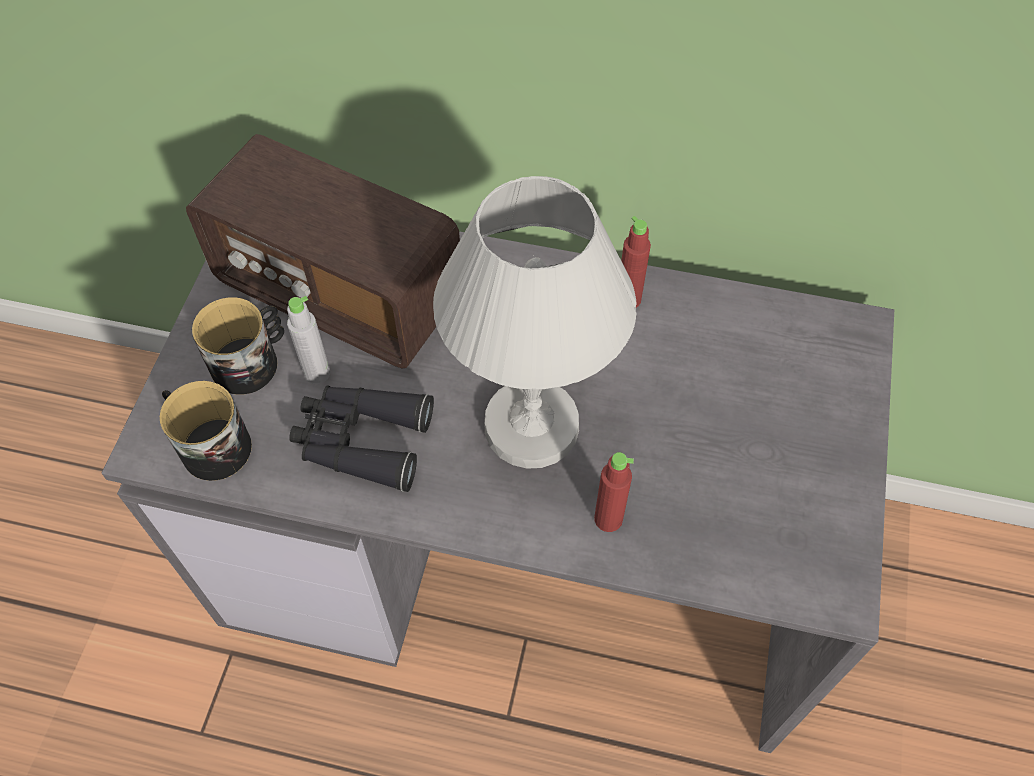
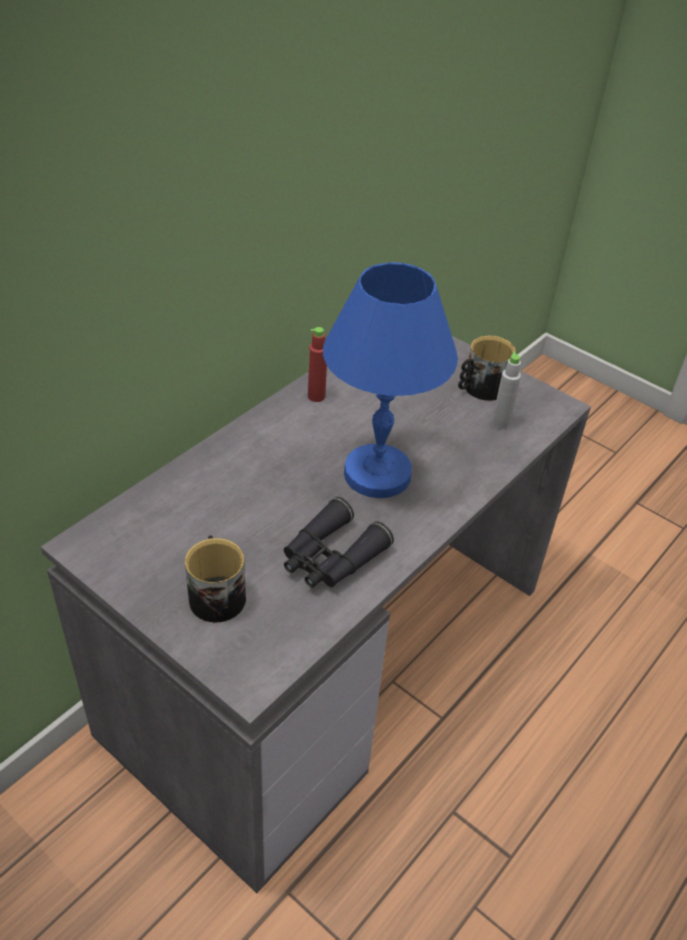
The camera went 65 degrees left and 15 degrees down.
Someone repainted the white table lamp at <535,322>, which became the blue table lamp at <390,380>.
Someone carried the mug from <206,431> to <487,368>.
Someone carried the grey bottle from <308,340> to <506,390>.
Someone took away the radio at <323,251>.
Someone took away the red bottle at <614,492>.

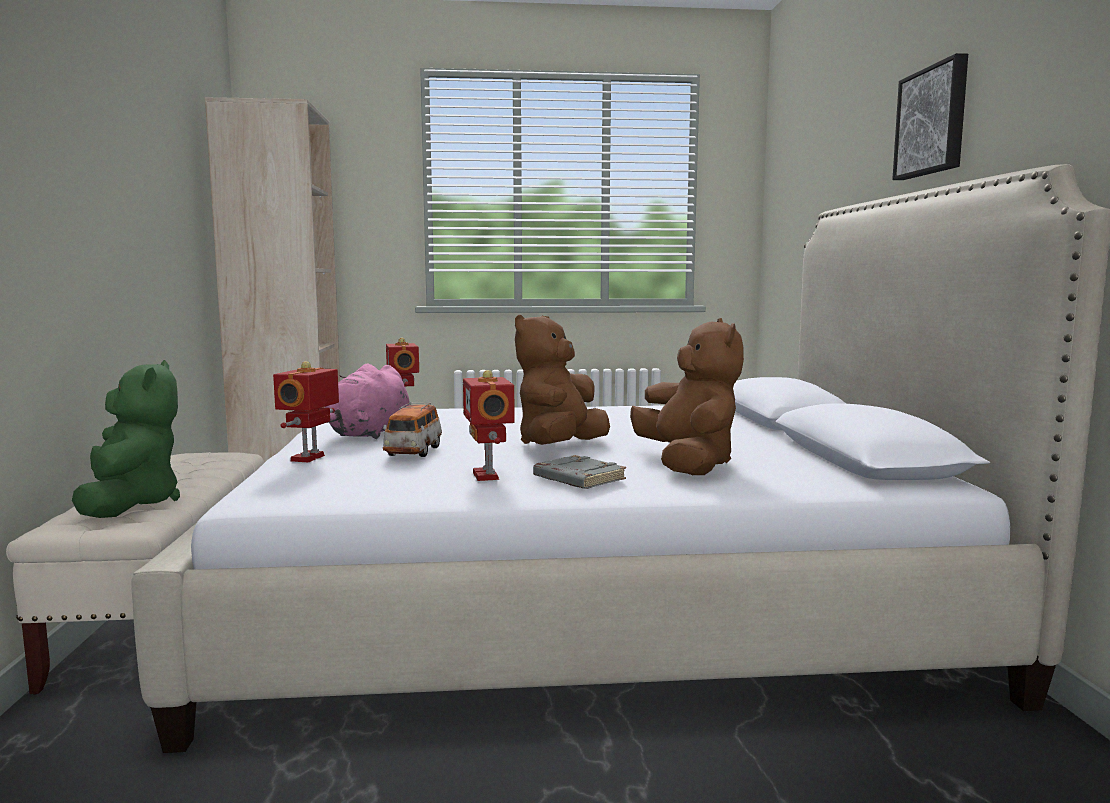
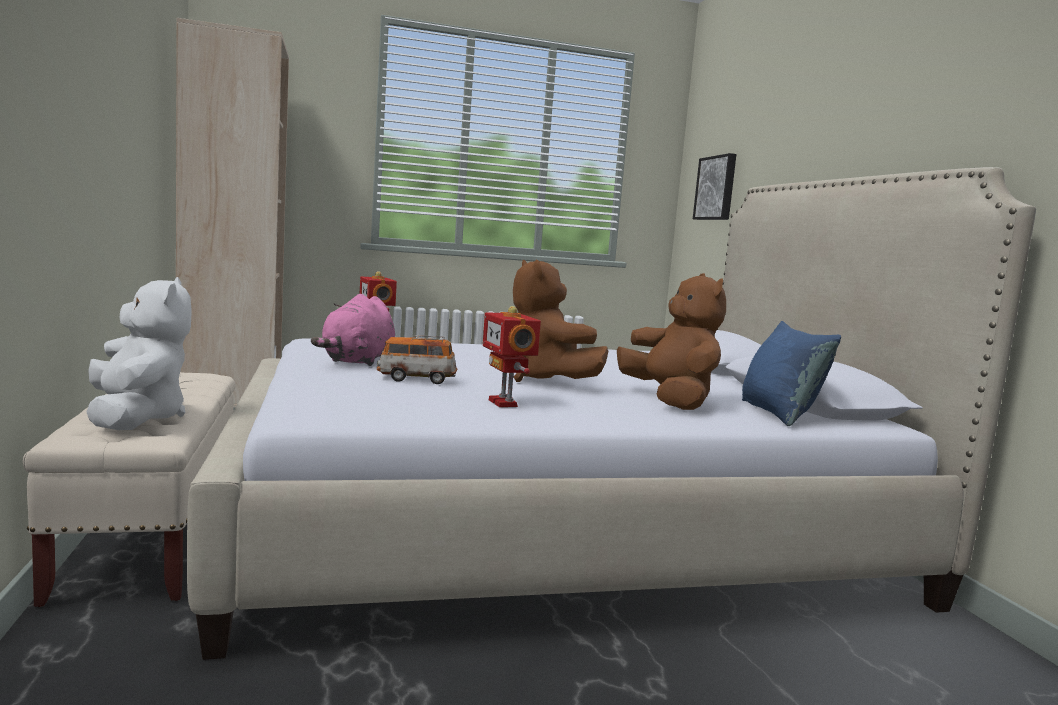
The camera went 10 degrees left and 0 degrees up.
Someone repainted the green plush toy at <126,439>, which became the white plush toy at <139,353>.
Someone rotated the toy car at <412,429> by 90 degrees clockwise.
Someone rotated the brown plush toy at <562,379> by 45 degrees counterclockwise.
Someone carried the picture from <930,116> to <714,186>.
Someone put down the blue pillow at <791,373>.
Someone took away the toy robot at <306,412>.
Someone took away the grey book at <579,472>.

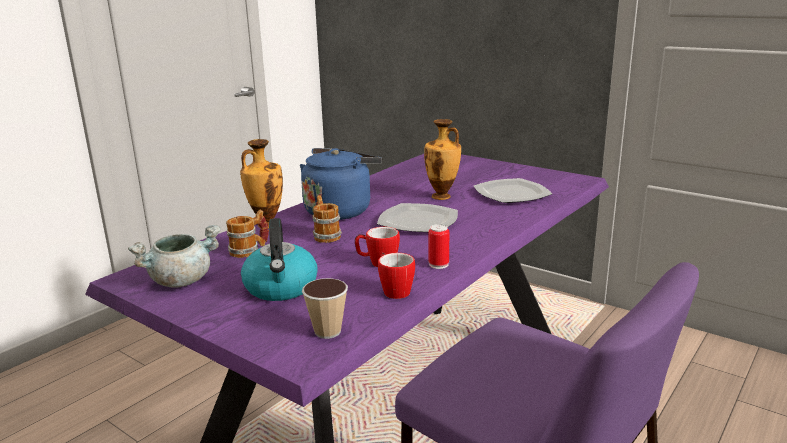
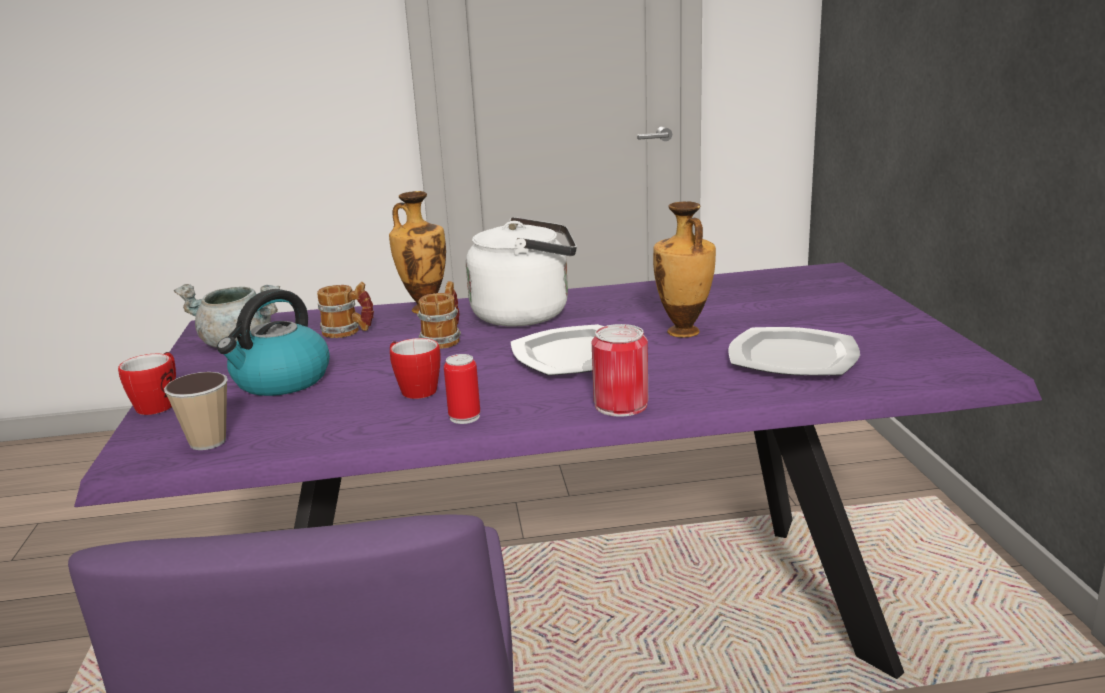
The camera went 45 degrees right and 0 degrees up.
Someone carried the mug from <396,276> to <147,383>.
Someone repainted the blue kettle at <341,184>, which became the white kettle at <521,271>.
Someone put down the can at <620,370>.

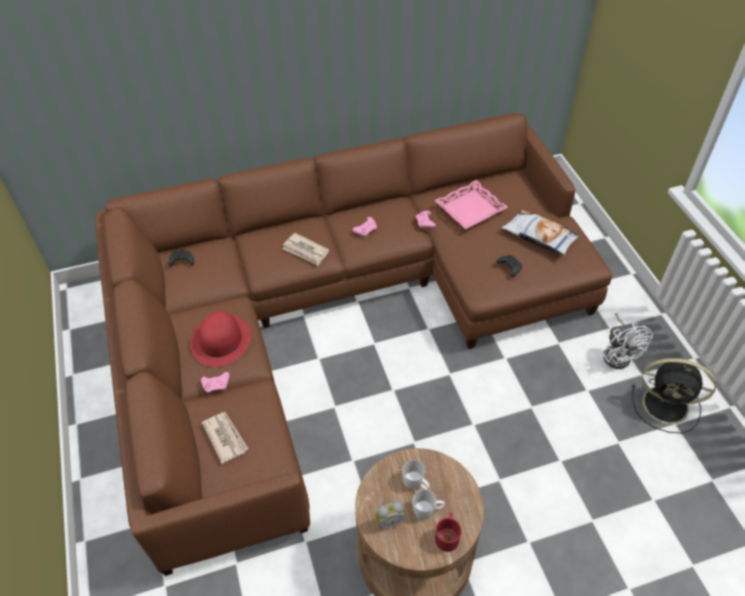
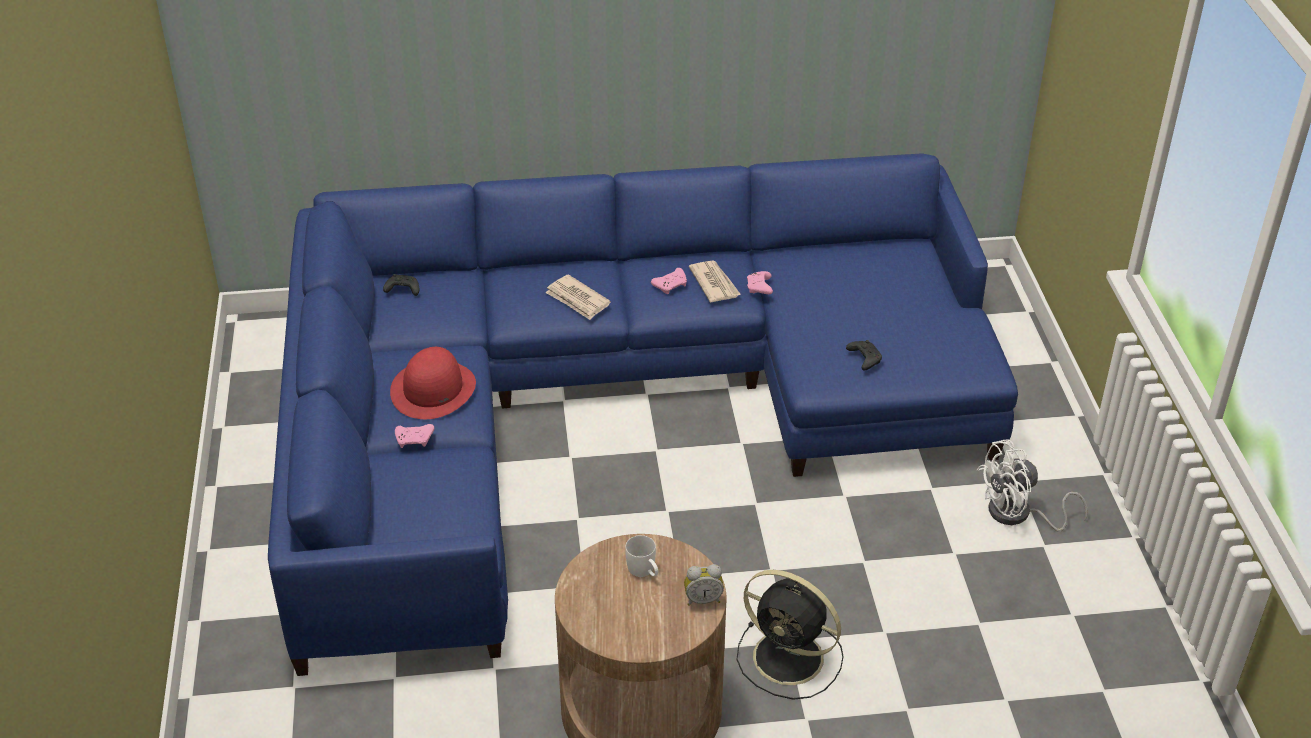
The camera went 10 degrees right and 10 degrees down.
Someone repainted the brown sofa at <353,344>, which became the blue sofa at <643,414>.
Someone carried the alarm clock from <390,515> to <704,585>.
Someone carried the newspaper from <225,438> to <715,281>.
Someone carried the black fan from <674,395> to <790,635>.
Someone rotated the white fan at <627,341> by 75 degrees clockwise.
Someone took away the white mug at <428,504>.
Someone took away the pink tray at <471,204>.
Someone took away the red mug at <448,532>.
Someone took away the pillow at <541,232>.

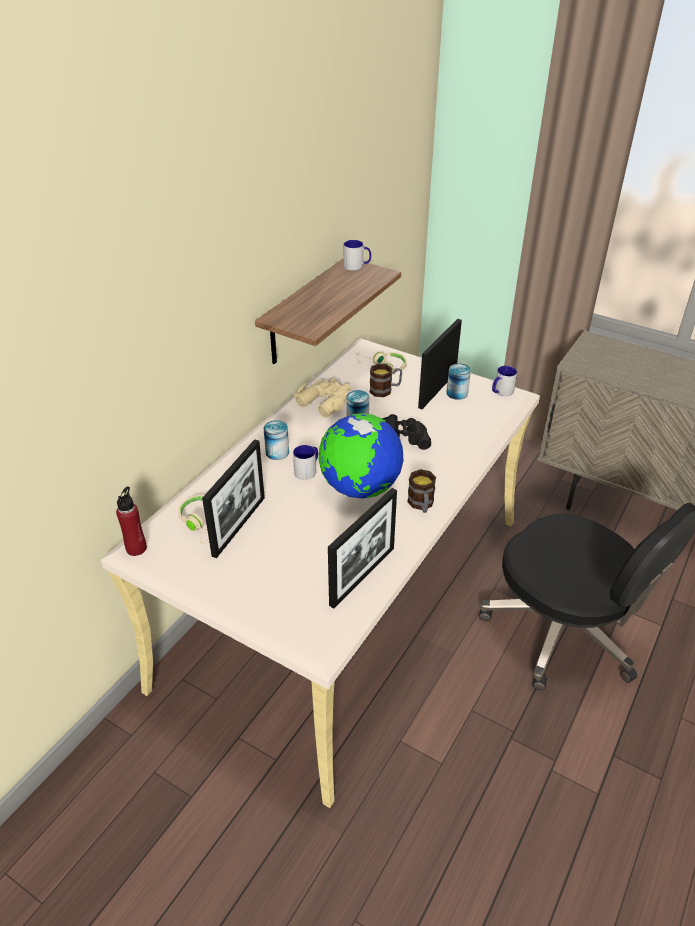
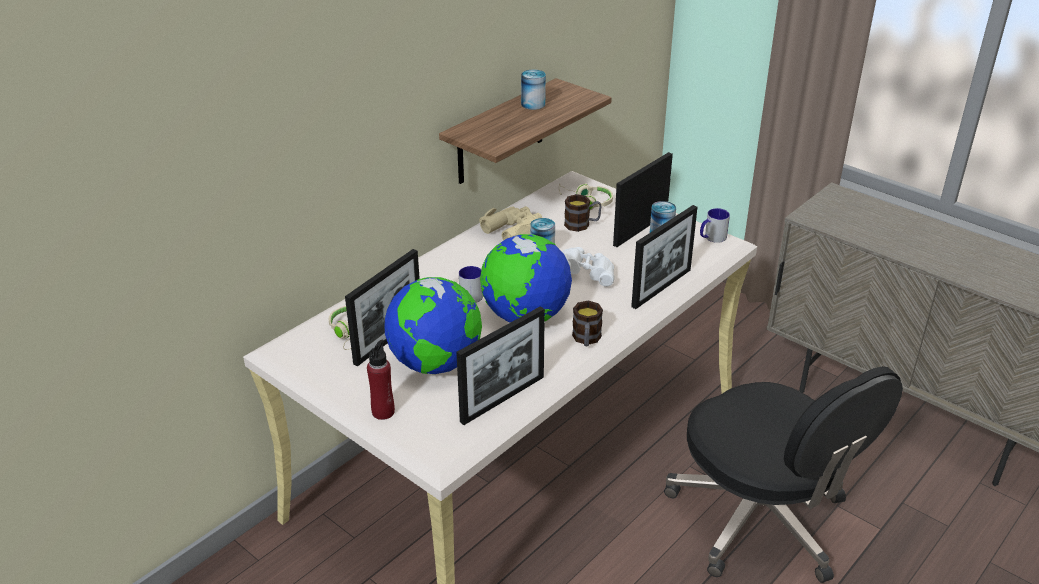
The camera went 10 degrees right and 5 degrees down.
Someone carried the red bottle from <131,521> to <381,380>.
Someone put down the globe at <433,325>.
Someone carried the can from <276,440> to <533,90>.
Someone repainted the black binoculars at <406,432>, which became the white binoculars at <588,267>.
Someone put down the picture frame at <664,257>.
Someone took away the mug at <357,255>.

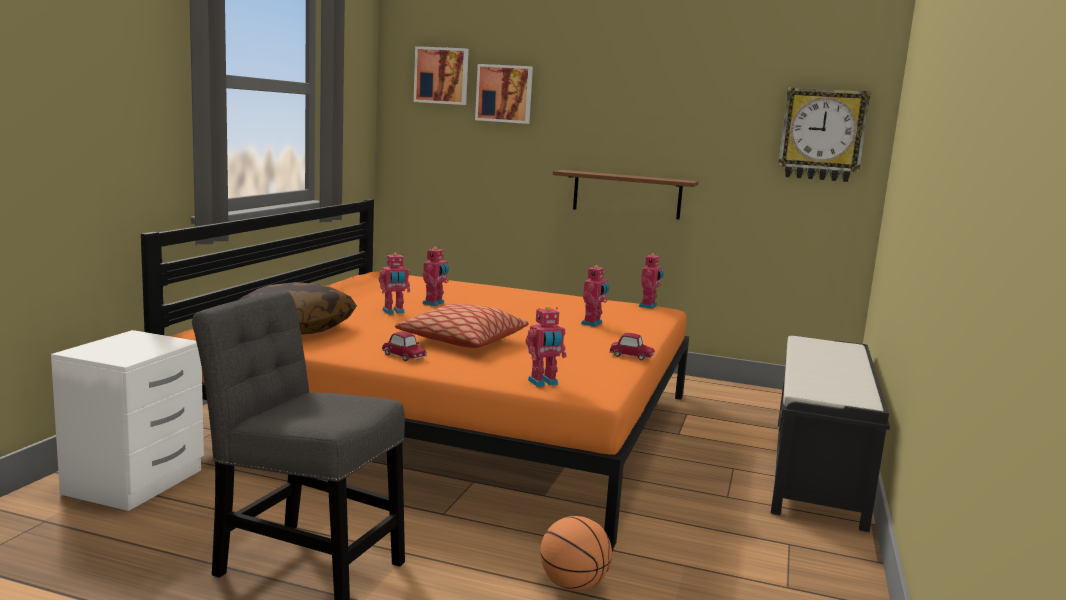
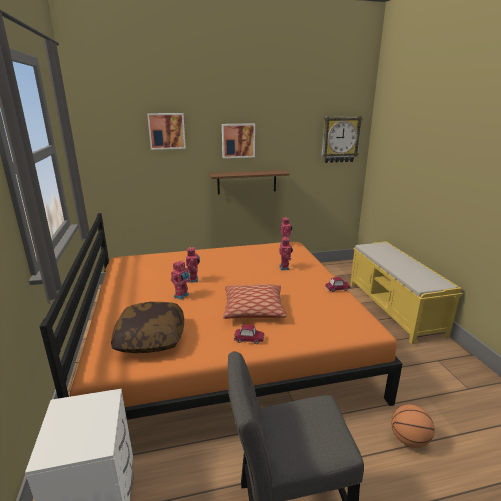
The camera went 30 degrees left and 10 degrees up.
Someone carried the picture from <441,75> to <238,140>.
Someone repainted the black bench at <830,434>, which became the yellow bench at <406,292>.
Someone took away the toy robot at <546,346>.

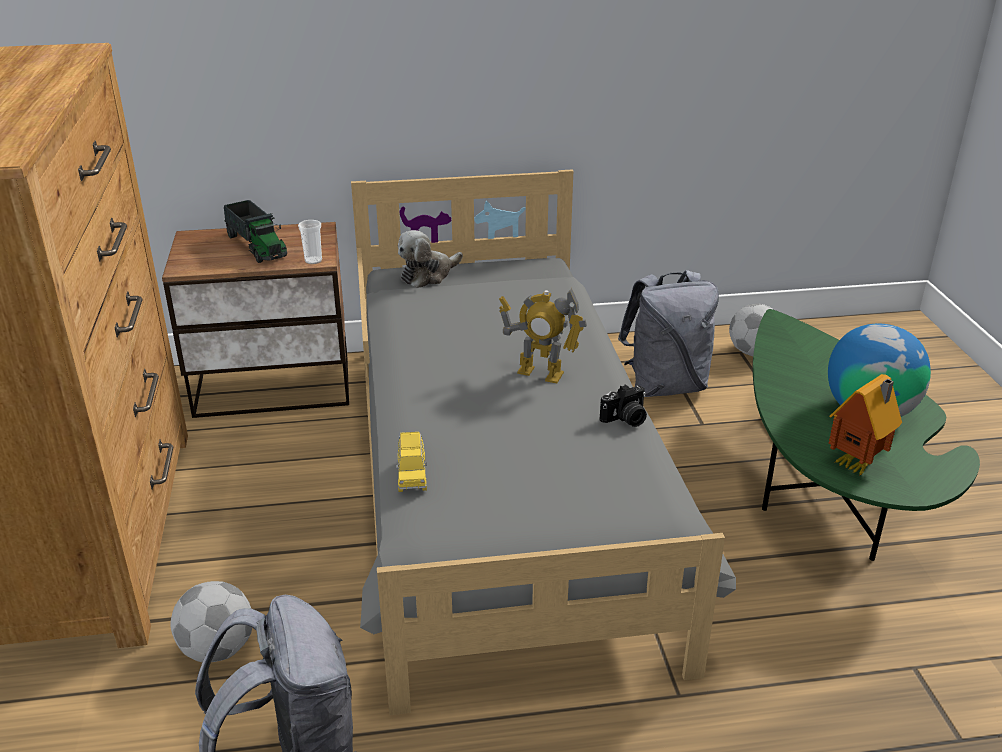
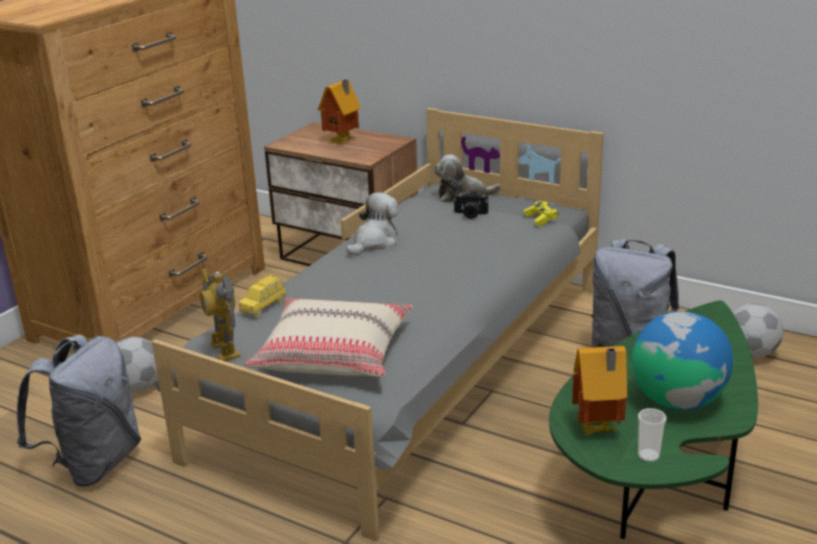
The camera went 40 degrees right and 5 degrees down.
Someone carried the toy robot from <543,335> to <220,314>.
Someone put down the beige pillow at <328,337>.
Someone swapped the toy truck at <255,231> for the toy house at <339,111>.
Someone put down the plush toy at <372,223>.
Someone carried the photo camera from <623,405> to <470,204>.
Someone put down the yellow game controller at <541,213>.
Someone carried the cup from <310,242> to <652,435>.

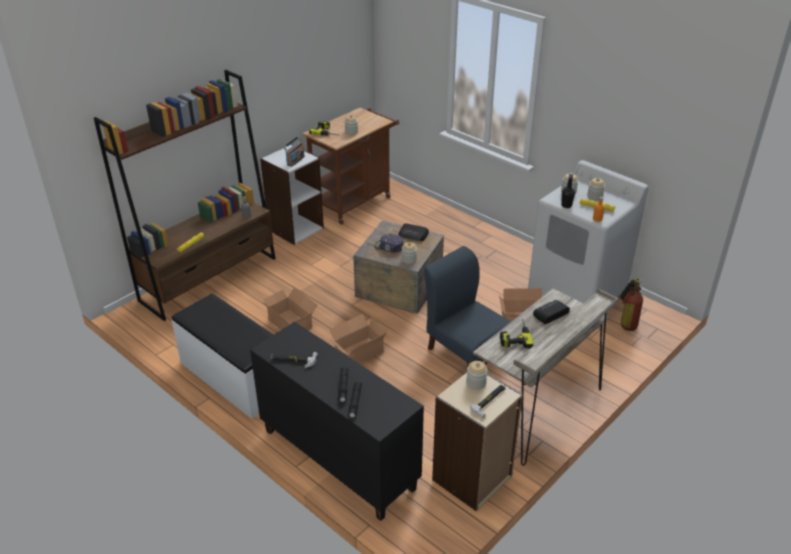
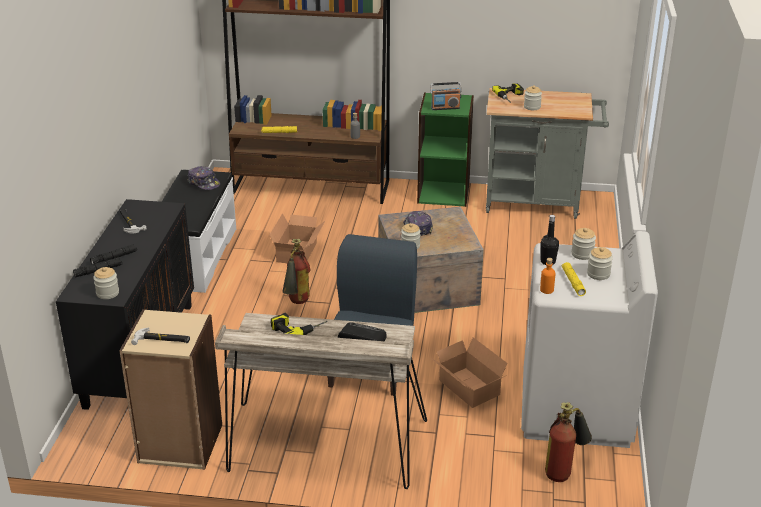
The camera went 55 degrees right and 5 degrees down.
Someone carried the jar from <477,375> to <106,283>.
Someone put down the cap at <203,178>.
Someone swapped the cardboard box at <358,339> for the fire extinguisher at <296,271>.
Someone repainted the white bookcase at <292,194>, which became the green bookcase at <445,150>.
Someone repainted the brown cart at <351,166>, which became the grey cart at <547,153>.
Someone took away the radio at <414,232>.

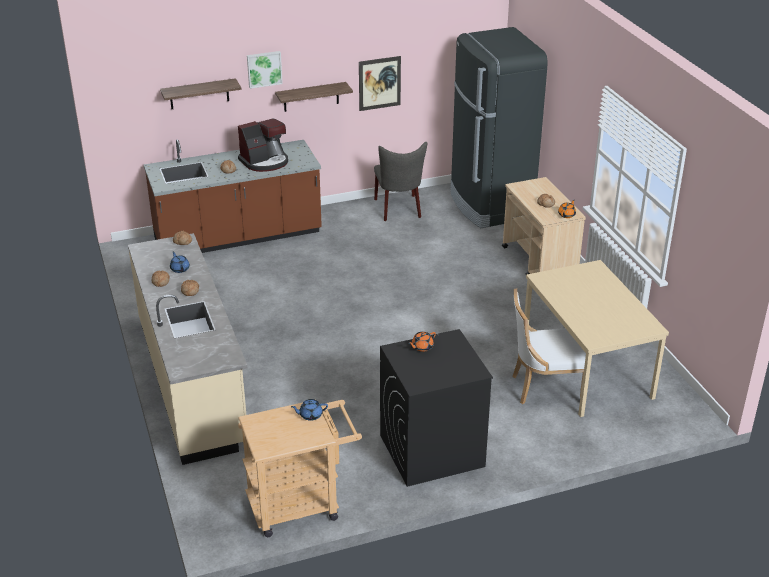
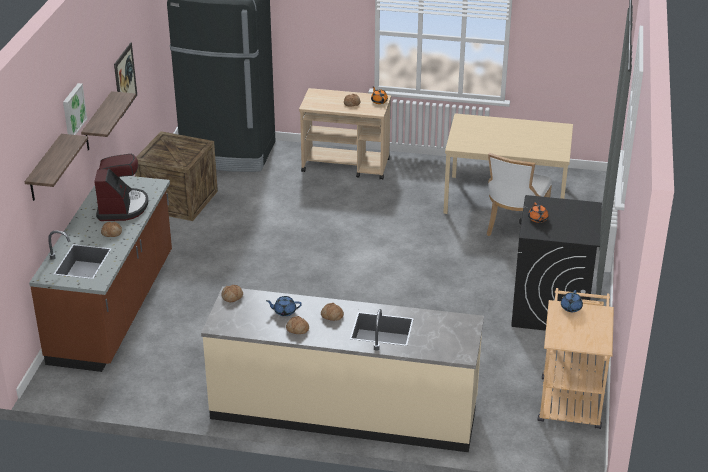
The camera went 60 degrees left and 0 degrees up.
Someone swapped the grey chair at <400,181> for the crate at <176,176>.

